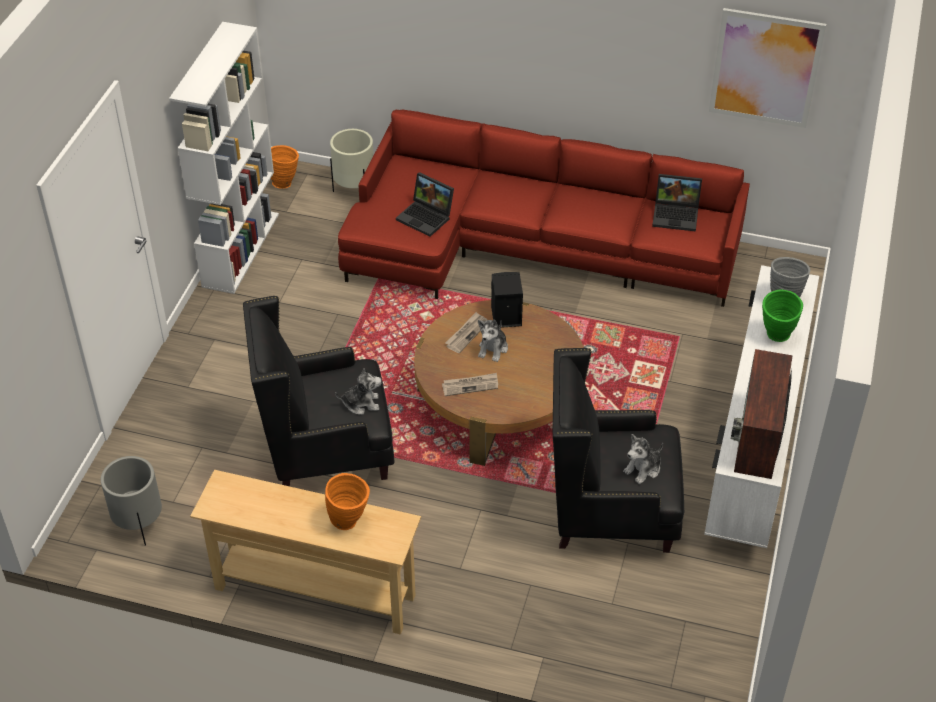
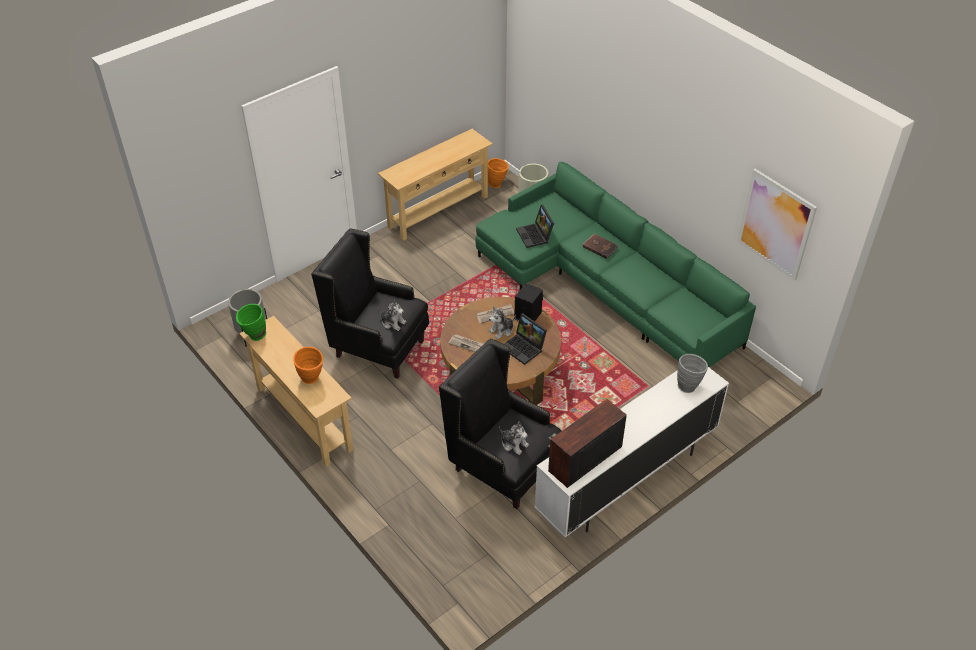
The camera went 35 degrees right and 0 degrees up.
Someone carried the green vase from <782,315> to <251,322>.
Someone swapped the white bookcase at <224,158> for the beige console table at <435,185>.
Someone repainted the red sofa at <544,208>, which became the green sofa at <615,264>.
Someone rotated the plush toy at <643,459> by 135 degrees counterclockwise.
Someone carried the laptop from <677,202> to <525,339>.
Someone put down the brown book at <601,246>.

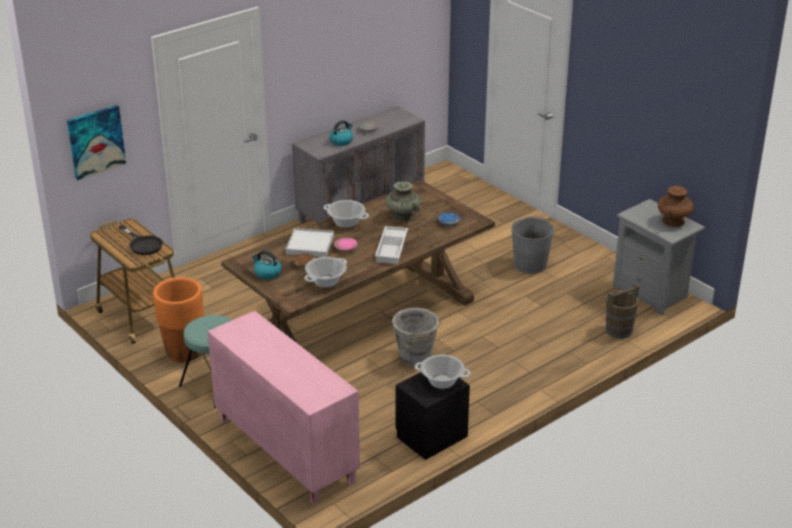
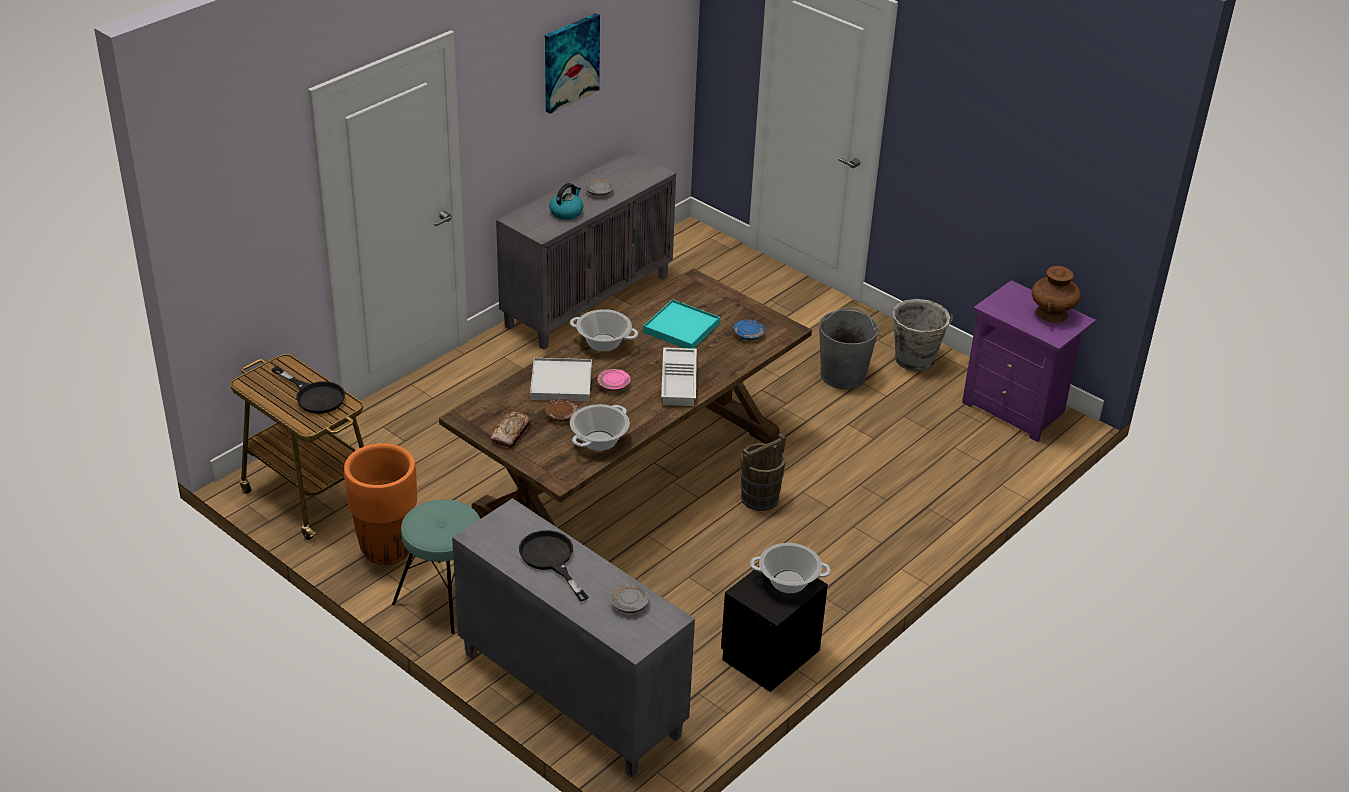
The camera went 10 degrees left and 5 degrees up.
Someone repainted the pink cabinet at <284,408>, which became the grey cabinet at <573,638>.
Someone swapped the kettle at <267,265> for the bread at <511,429>.
Someone put down the black frying pan at <554,566>.
Someone carried the picture from <96,142> to <572,63>.
Someone put down the grey plate at <629,598>.
Someone swapped the turquoise vase at <403,201> for the turquoise tray at <681,324>.
Someone carried the brown bucket from <622,311> to <763,472>.
Someone carried the grey bucket from <416,337> to <923,335>.
Someone repainted the grey nightstand at <659,257>, which became the purple nightstand at <1029,361>.

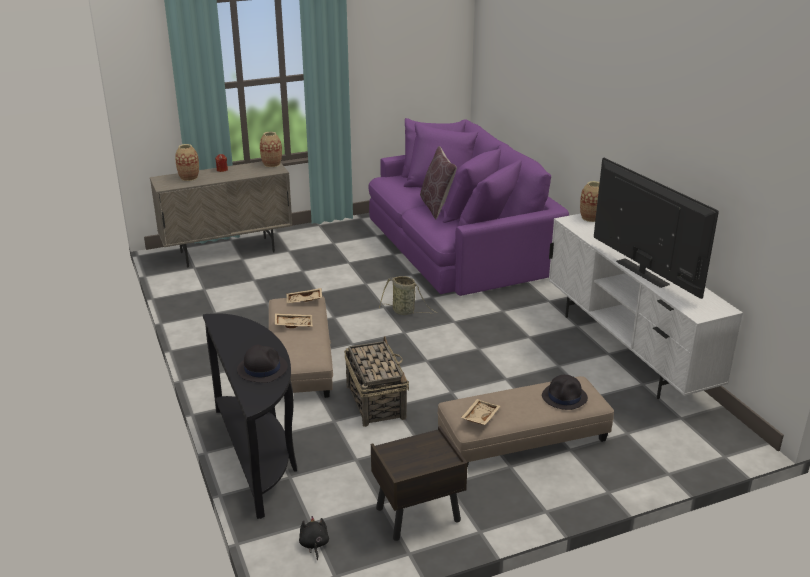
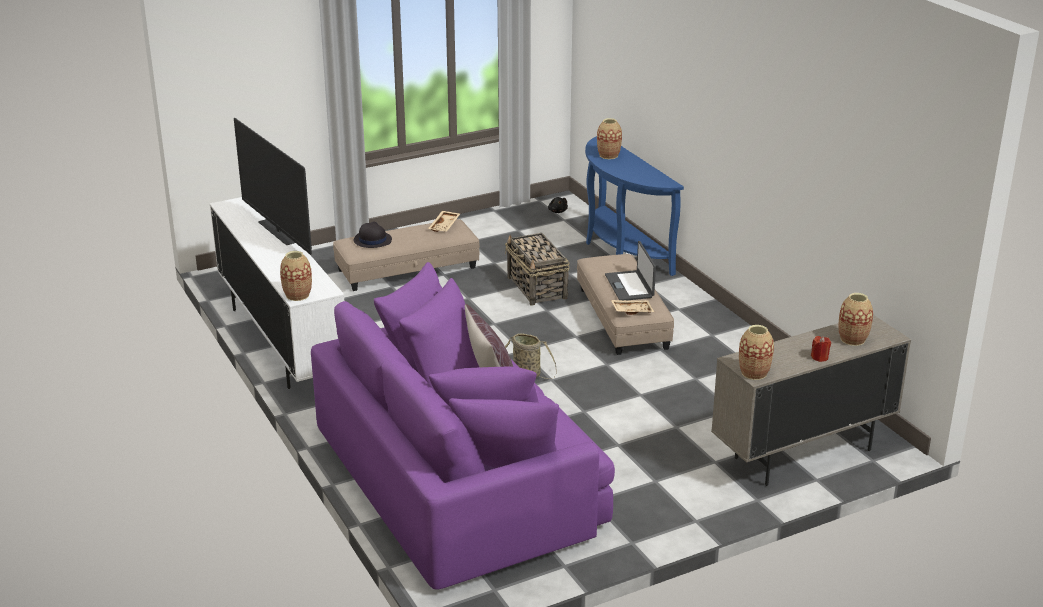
The camera went 175 degrees right and 0 degrees up.
Someone repainted the black console table at <250,416>, which became the blue console table at <634,206>.
Someone swapped the black hat at <262,364> for the vase at <609,138>.
Someone swapped the beige tray at <294,320> for the laptop at <630,270>.
Someone took away the brown nightstand at <419,483>.

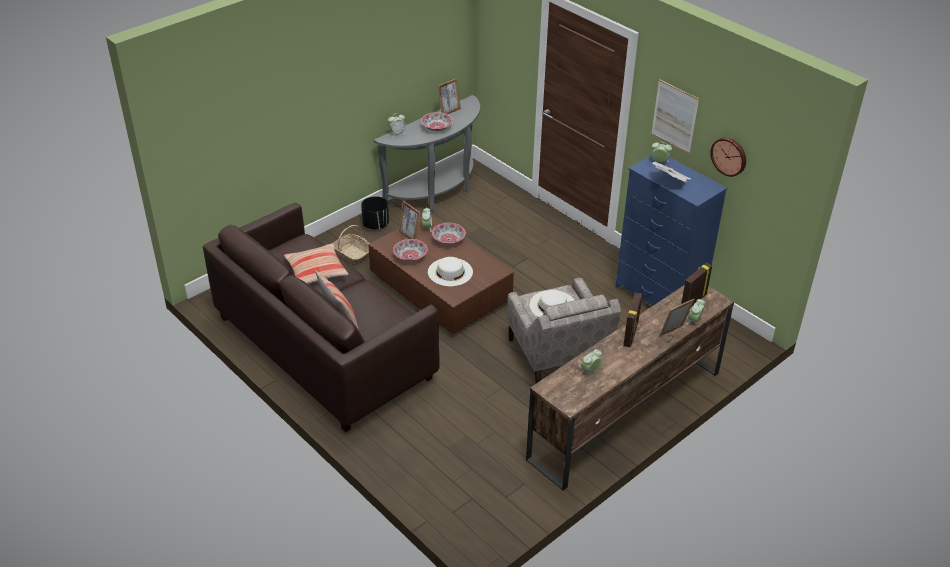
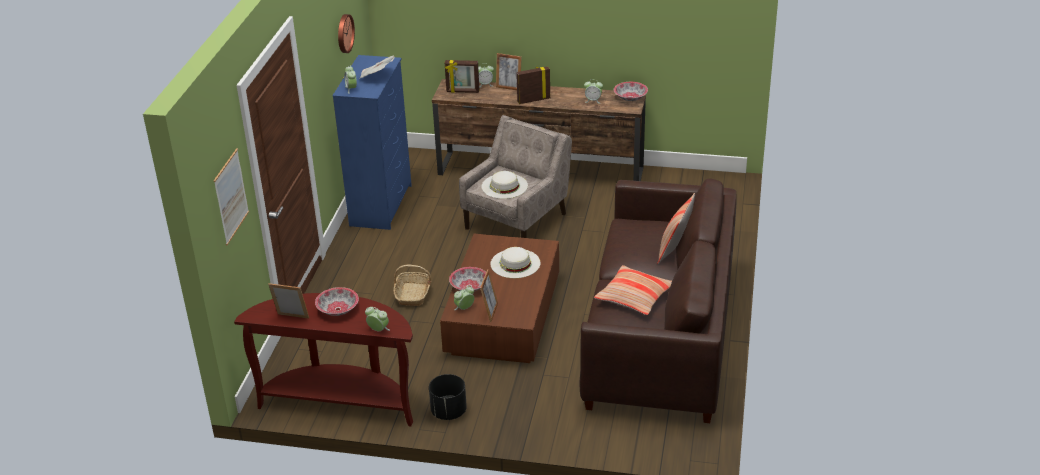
The camera went 125 degrees left and 5 degrees down.
Someone carried the picture from <675,116> to <231,196>.
Someone repainted the grey console table at <427,153>, which became the brown console table at <323,359>.
Someone carried the basket from <351,244> to <412,285>.
Someone carried the bowl from <410,250> to <631,91>.

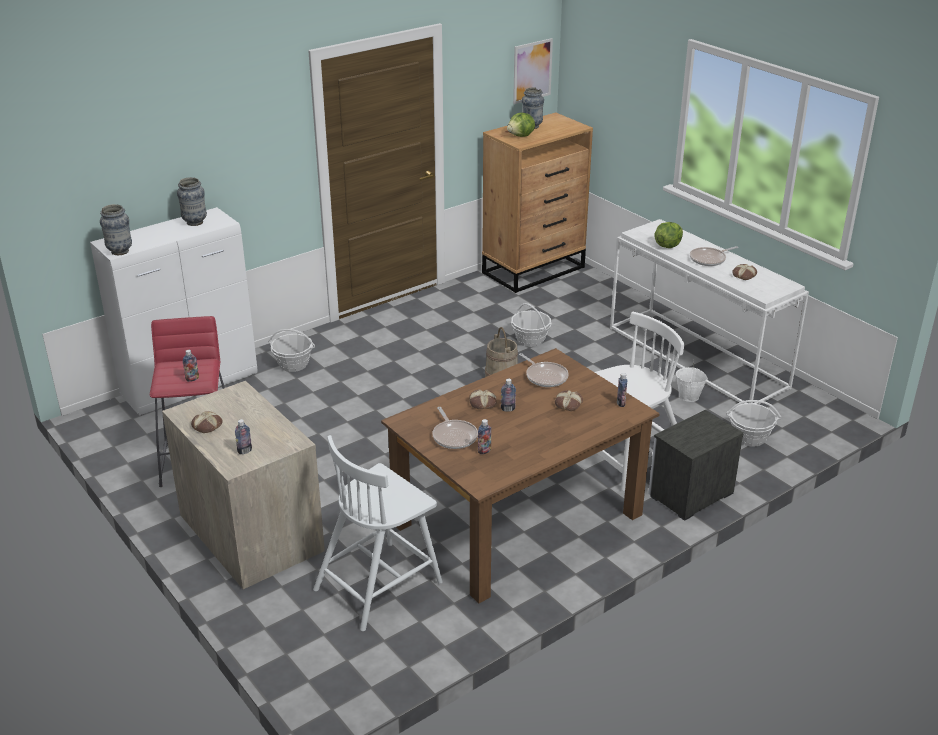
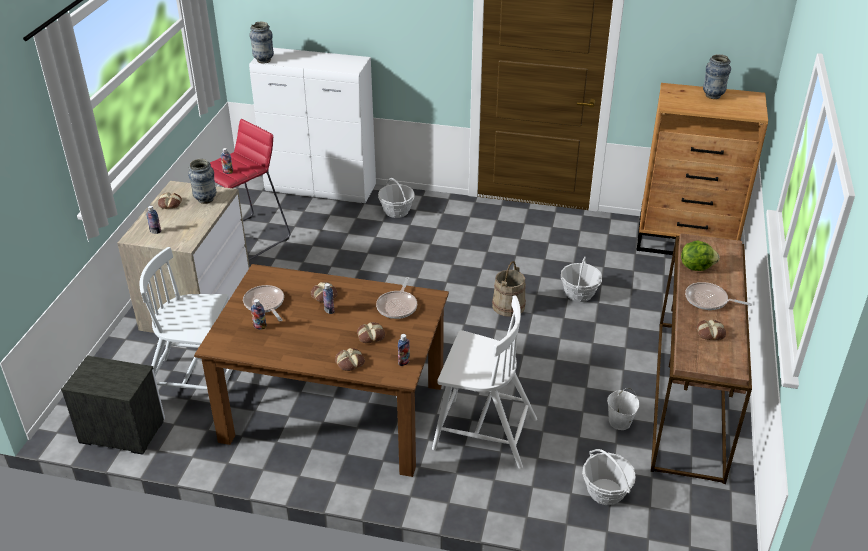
The camera went 50 degrees right and 5 degrees up.
Someone carried the nightstand from <696,465> to <113,405>.
Someone carried the vase from <192,201> to <202,181>.
Someone rotated the frying pan at <455,428> by 120 degrees clockwise.
Someone put down the bread at <350,359>.
Someone repainted the white console table at <709,311>, which became the brown console table at <701,358>.
Someone took away the lettuce at <521,125>.
Someone took away the picture at <533,71>.

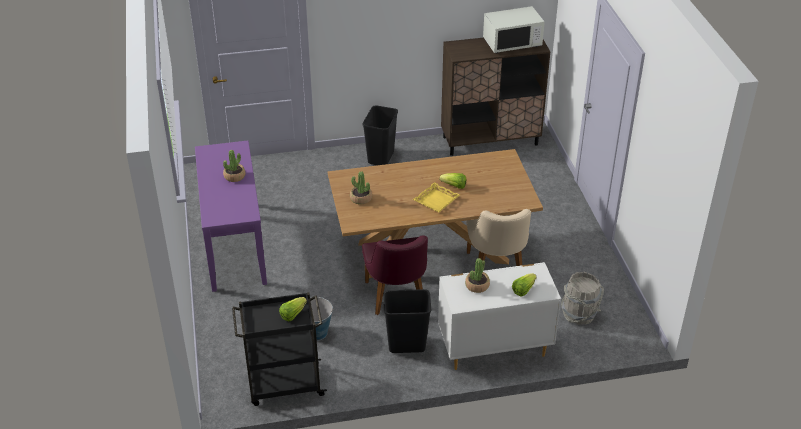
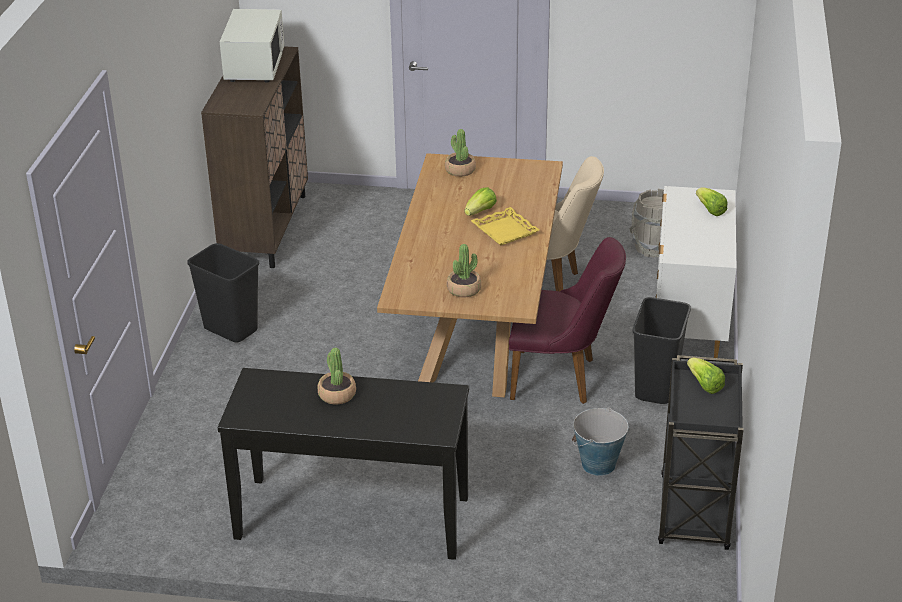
The camera went 70 degrees left and 5 degrees down.
Someone repainted the purple console table at <231,216>, which became the black console table at <343,464>.
Someone carried the potted plant from <477,275> to <460,153>.

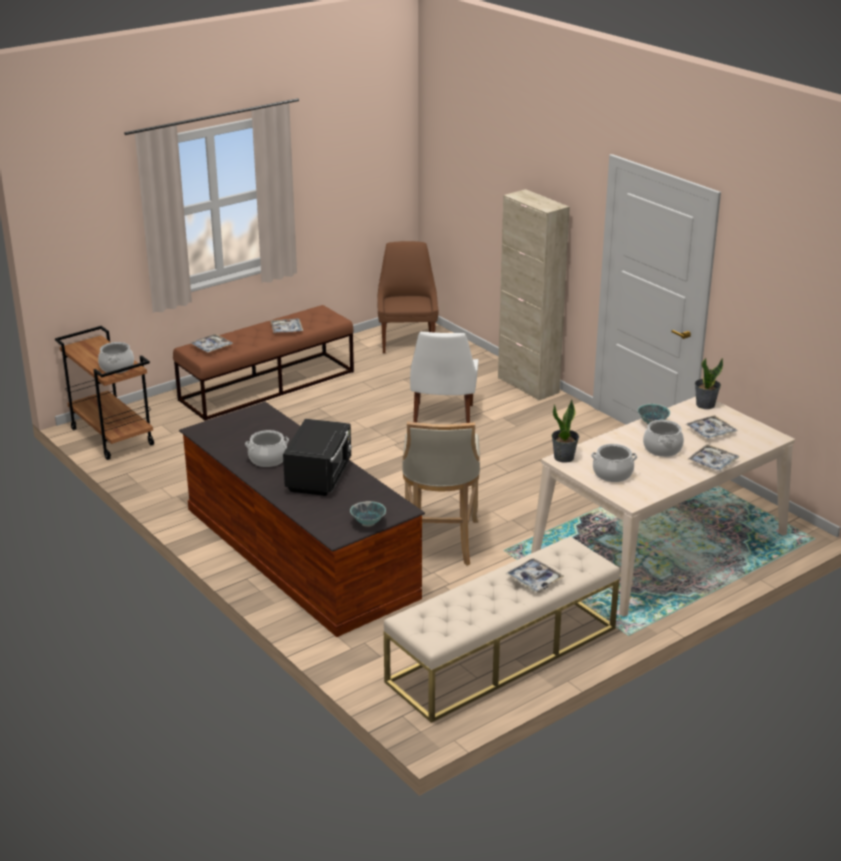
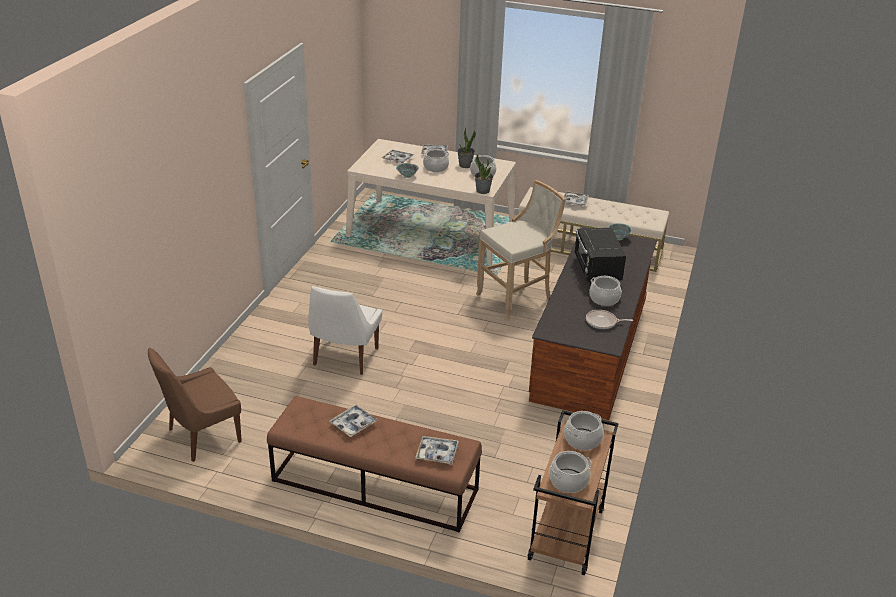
The camera went 125 degrees left and 5 degrees up.
Someone rotated the white chair at <444,377> by 135 degrees clockwise.
Someone carried the potted plant from <709,383> to <466,147>.
Someone put down the cooking pot at <570,472>.
Someone rotated the black microwave at <317,457> by 75 degrees counterclockwise.
Someone put down the frying pan at <609,319>.
Someone took away the beige cabinet at <534,295>.

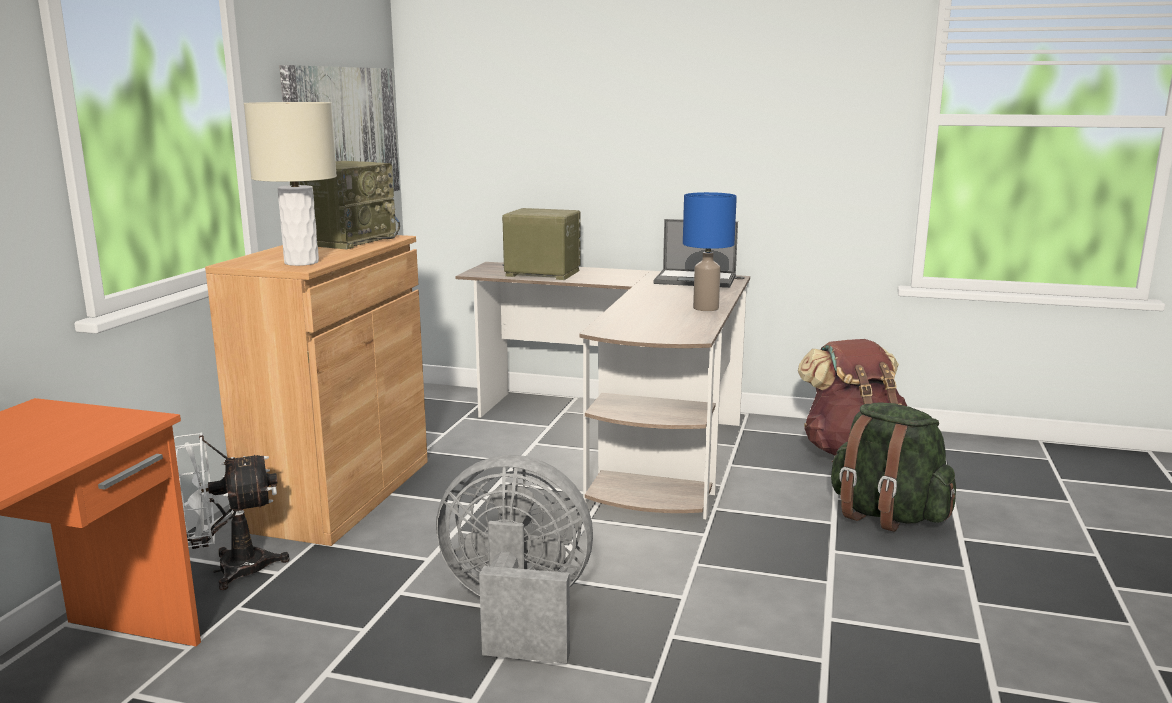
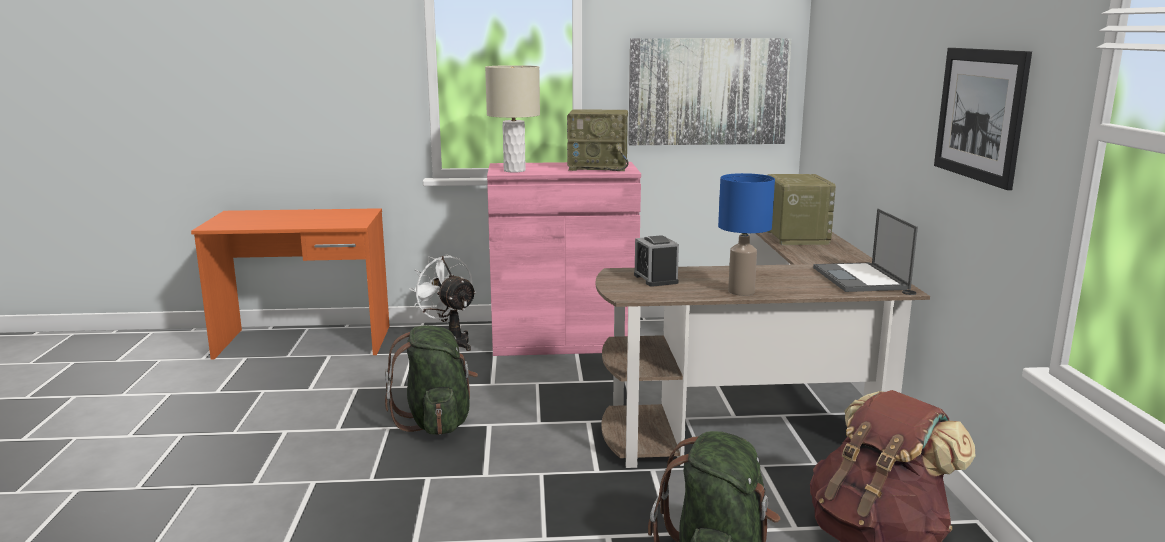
The camera went 70 degrees right and 0 degrees up.
Someone swapped the grey fan at <514,559> for the green backpack at <431,380>.
Someone repainted the brown cabinet at <316,390>, which became the pink cabinet at <564,259>.
Someone put down the alarm clock at <656,261>.
Someone put up the picture at <983,119>.

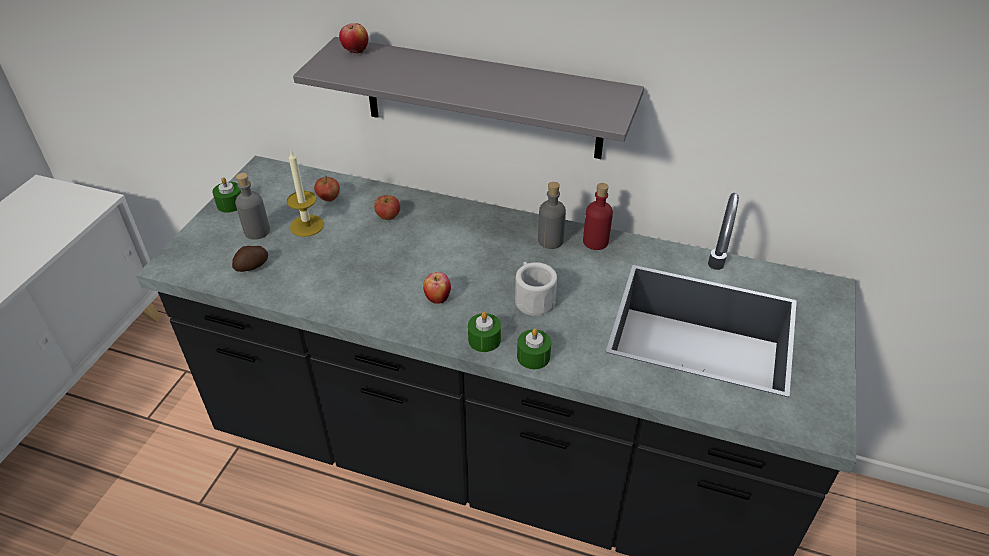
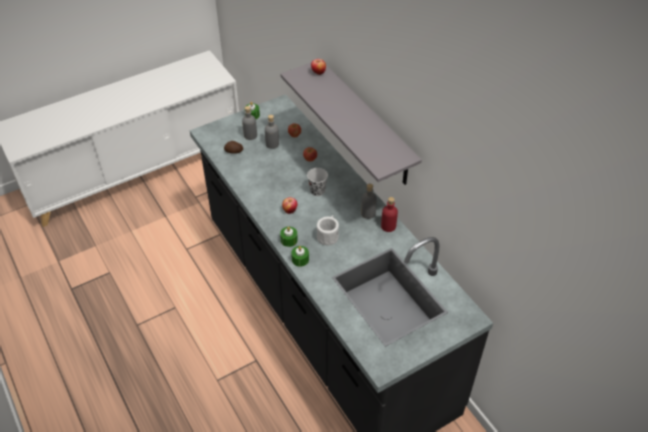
The camera went 40 degrees right and 5 degrees up.
Someone swapped the candle at <305,194> for the grey bottle at <272,132>.
Someone put down the black cup at <317,182>.

